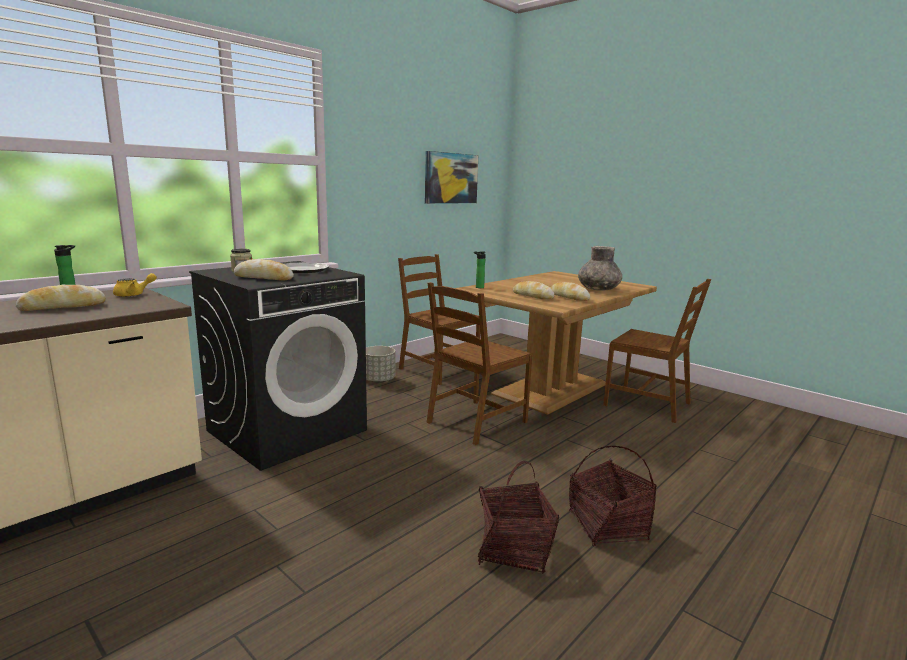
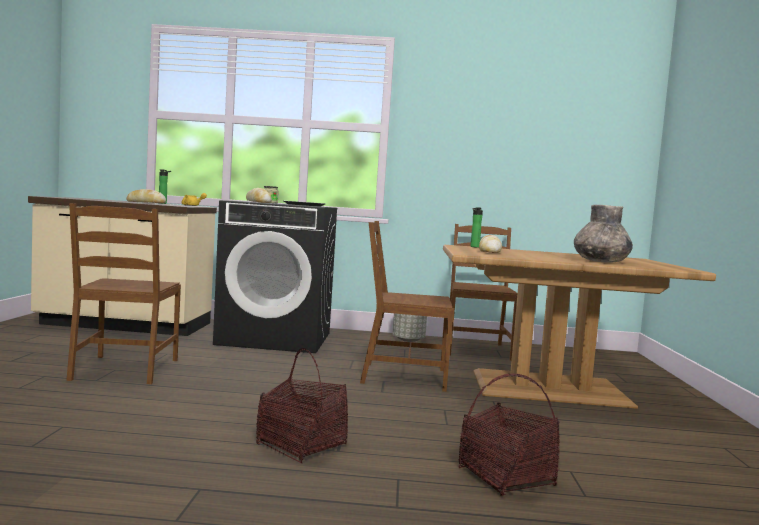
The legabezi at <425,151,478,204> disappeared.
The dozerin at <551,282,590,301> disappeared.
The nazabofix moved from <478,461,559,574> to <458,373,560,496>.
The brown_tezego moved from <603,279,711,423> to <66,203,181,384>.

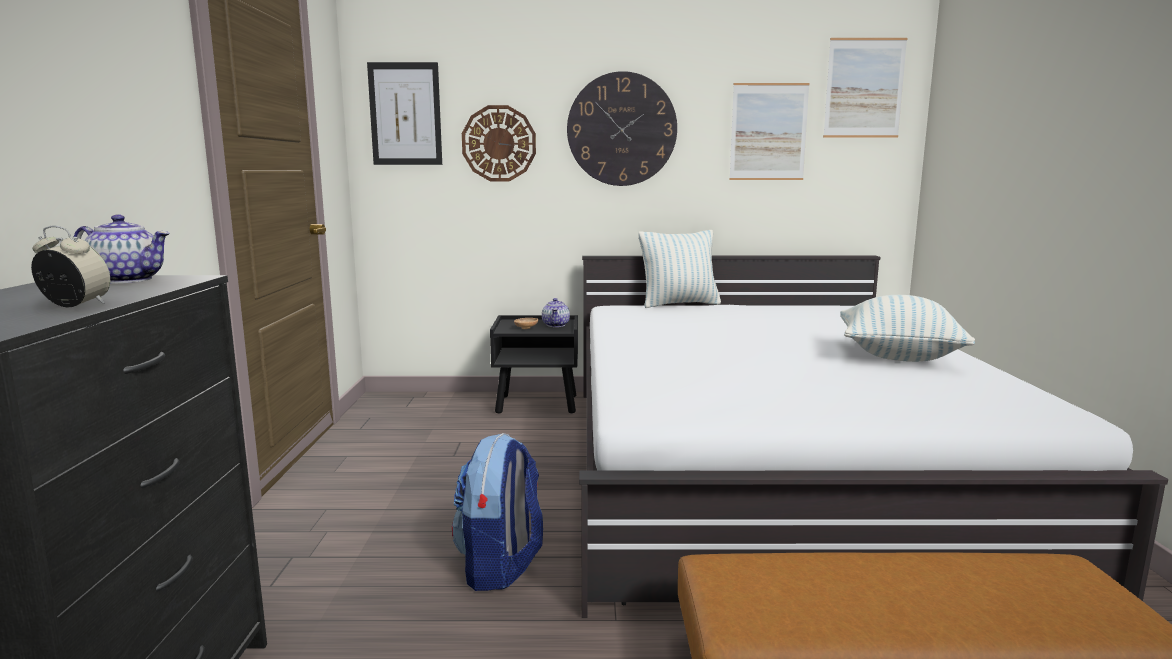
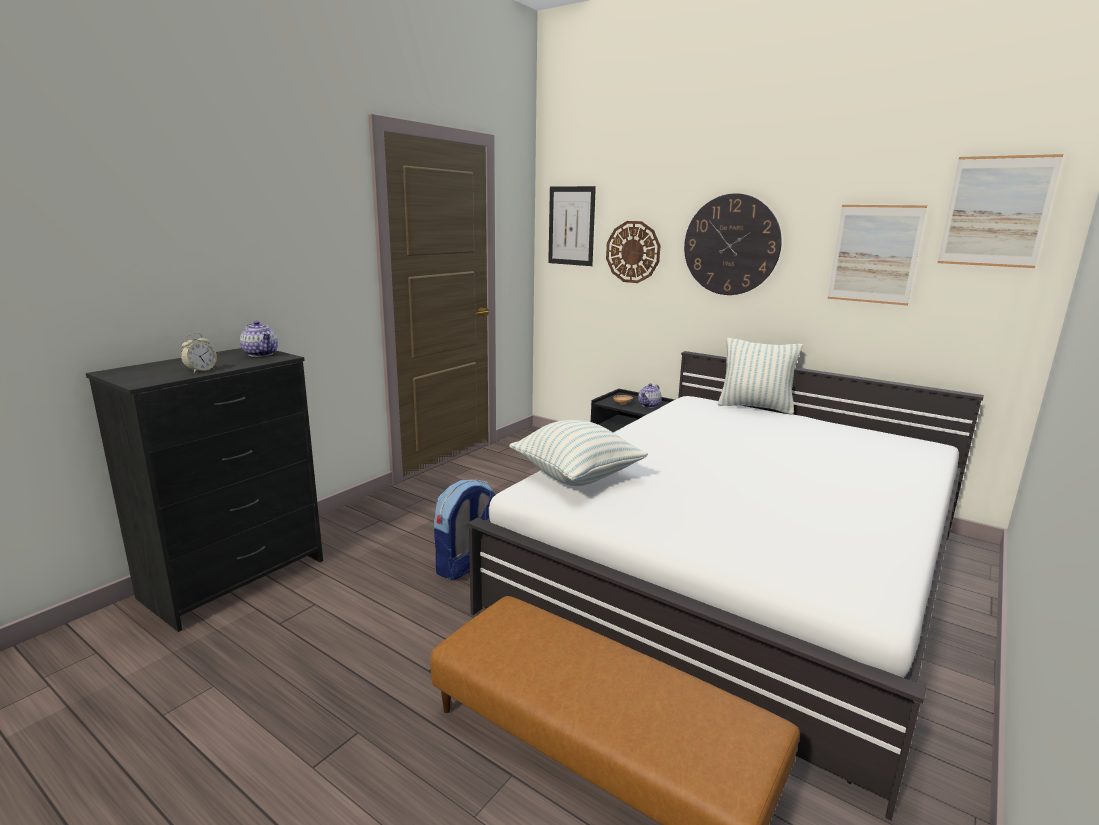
The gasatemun moved from <840,295,975,362> to <509,420,648,486>.
The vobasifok at <31,226,110,308> turned 75 degrees clockwise.

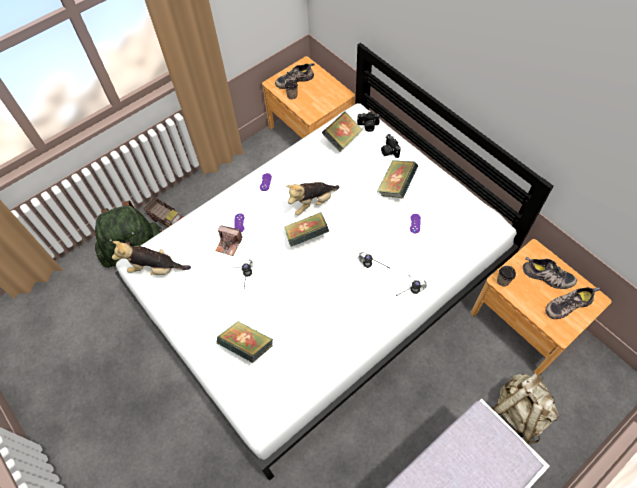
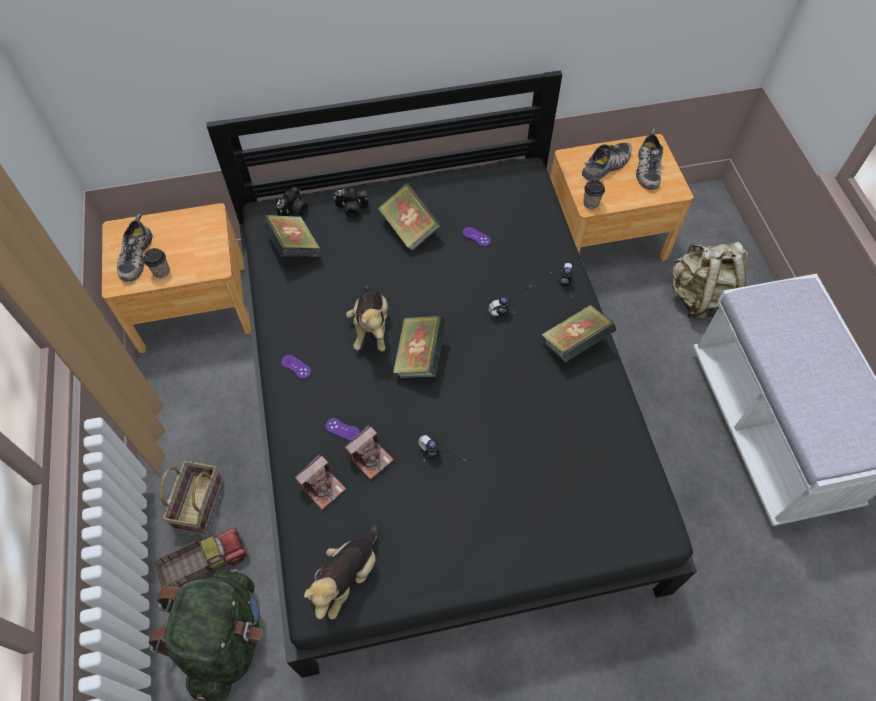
The nazabofix at <159,461,223,535> appeared.
The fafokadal at <295,454,346,509> appeared.
The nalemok moved from <217,321,273,363> to <541,305,616,362>.
The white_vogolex at <115,43,553,481> became the black_vogolex at <206,70,697,678>.

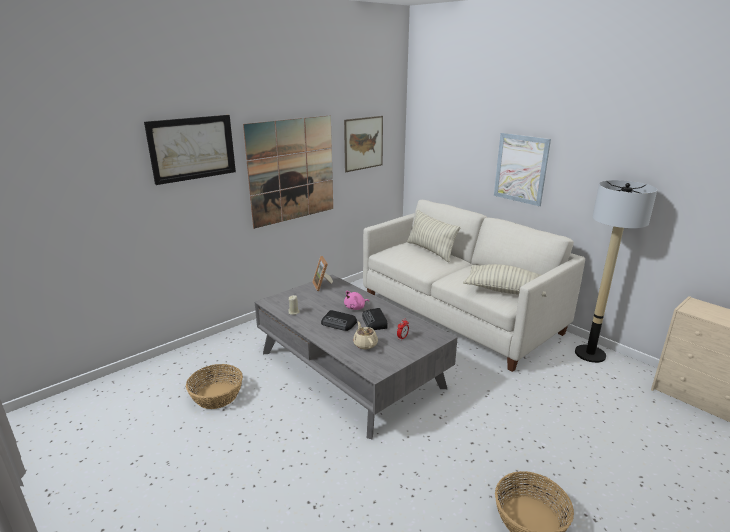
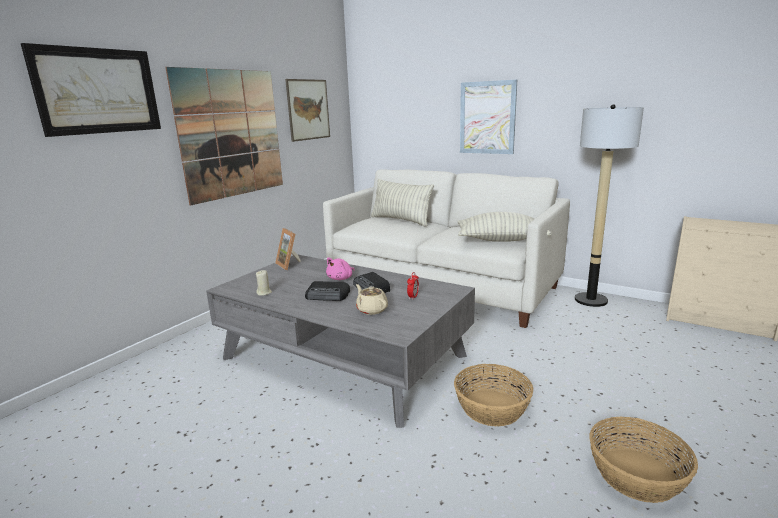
The nazabofix moved from <186,364,243,409> to <454,364,533,426>.

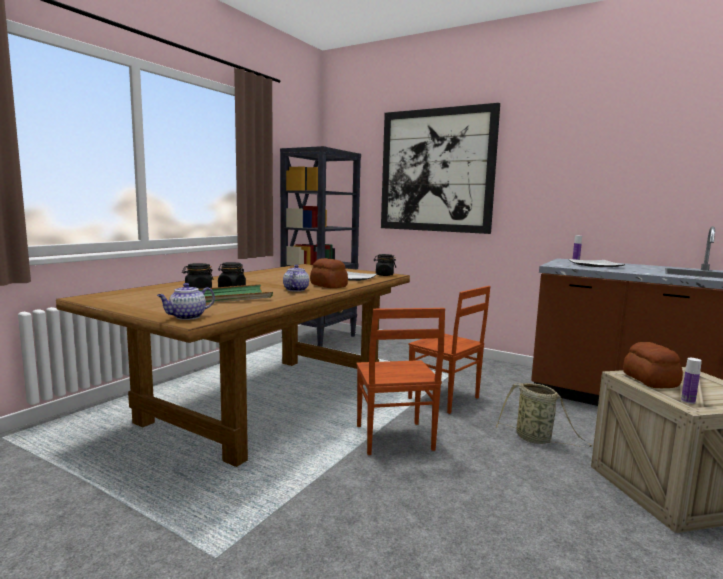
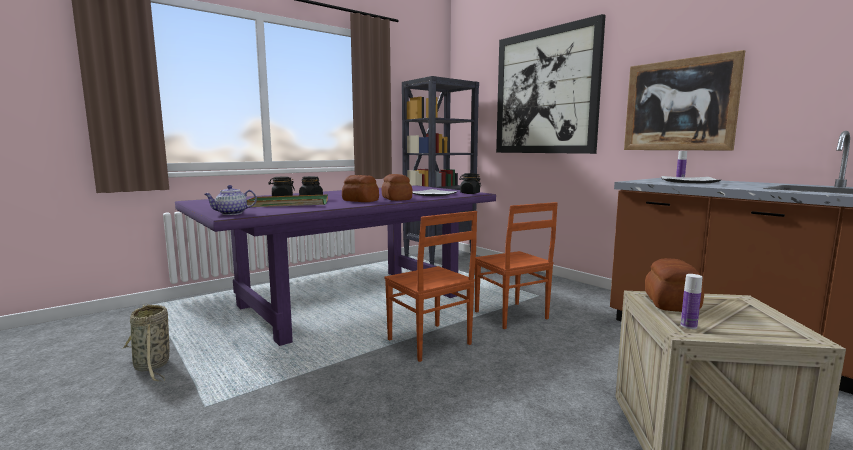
The legabezi at <624,50,745,150> appeared.
The nazabofix moved from <496,383,592,447> to <123,304,169,382>.
The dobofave at <283,265,309,292> was replaced by the dozerin at <342,175,379,202>.
The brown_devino at <56,264,410,467> became the purple_devino at <175,185,496,346>.
The brown_tezego at <357,308,445,455> turned 45 degrees counterclockwise.

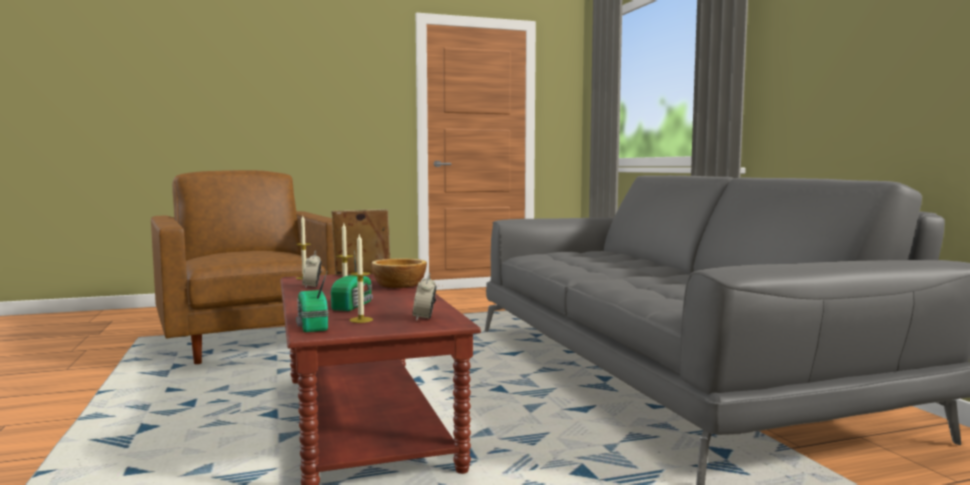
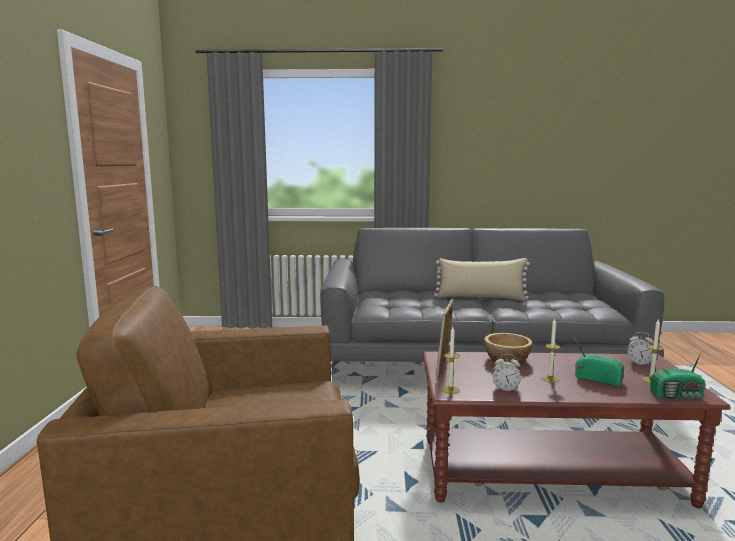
The beige_gasatemun at <434,258,530,300> appeared.

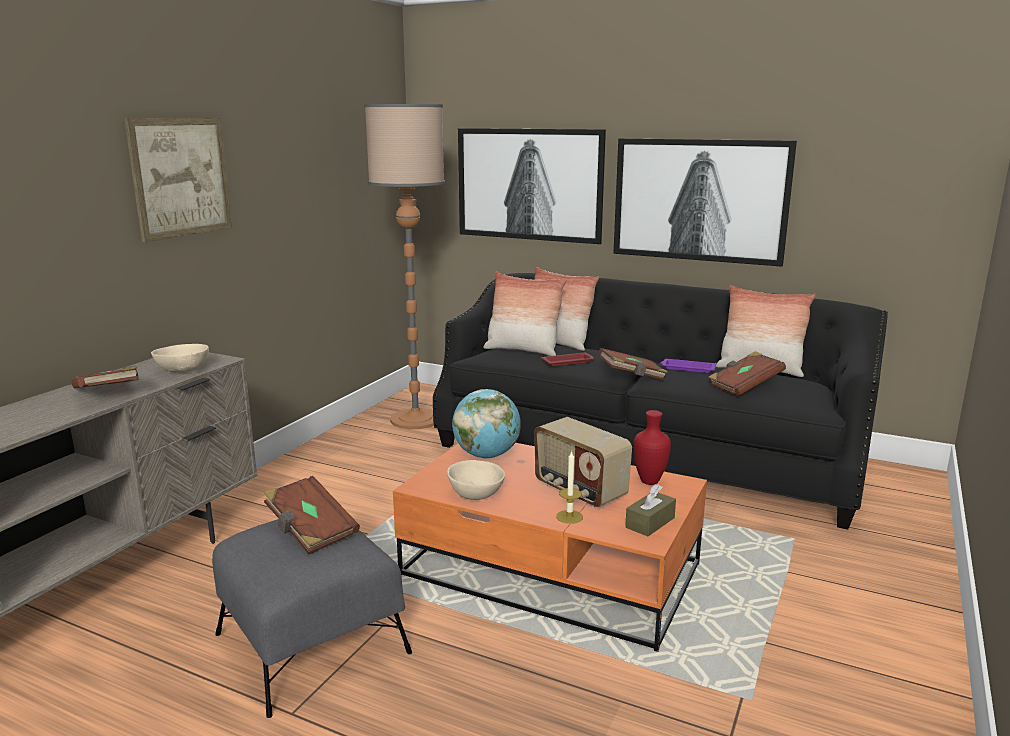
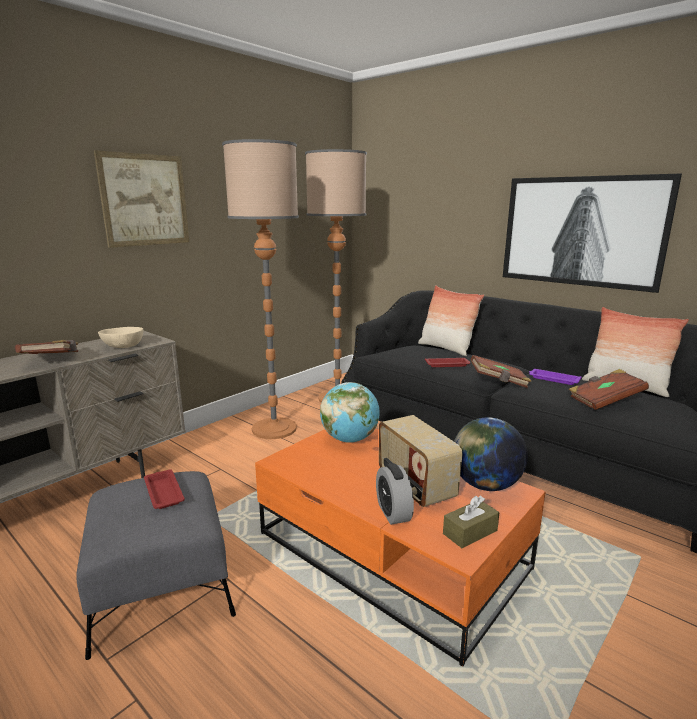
The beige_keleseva at <447,460,505,500> disappeared.
The legabezi at <458,128,606,244> disappeared.
The gasatemun at <483,272,567,356> disappeared.
The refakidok at <222,139,299,439> appeared.
The brown_nalemok at <264,476,360,555> was replaced by the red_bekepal at <144,470,185,509>.
The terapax at <556,451,583,524> was replaced by the vobasifok at <376,464,414,525>.
The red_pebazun at <633,410,671,485> was replaced by the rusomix at <454,417,528,491>.

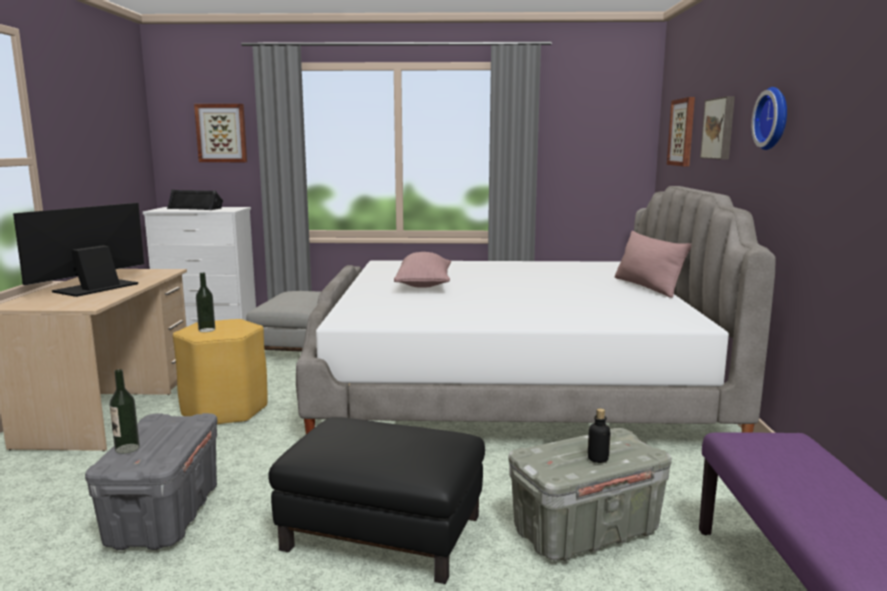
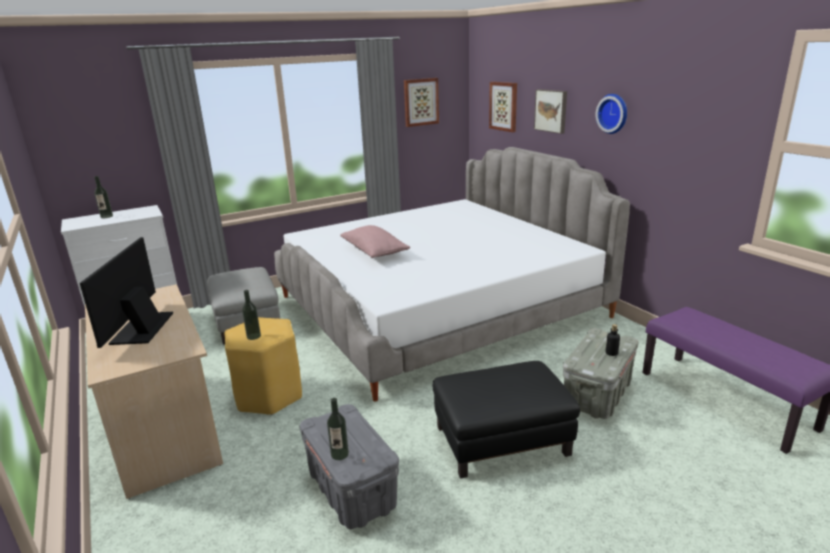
The pink_gasatemun at <615,231,692,298> disappeared.
The legabezi moved from <194,104,247,162> to <404,78,439,127>.
The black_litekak at <167,190,223,210> was replaced by the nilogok at <94,176,113,218>.

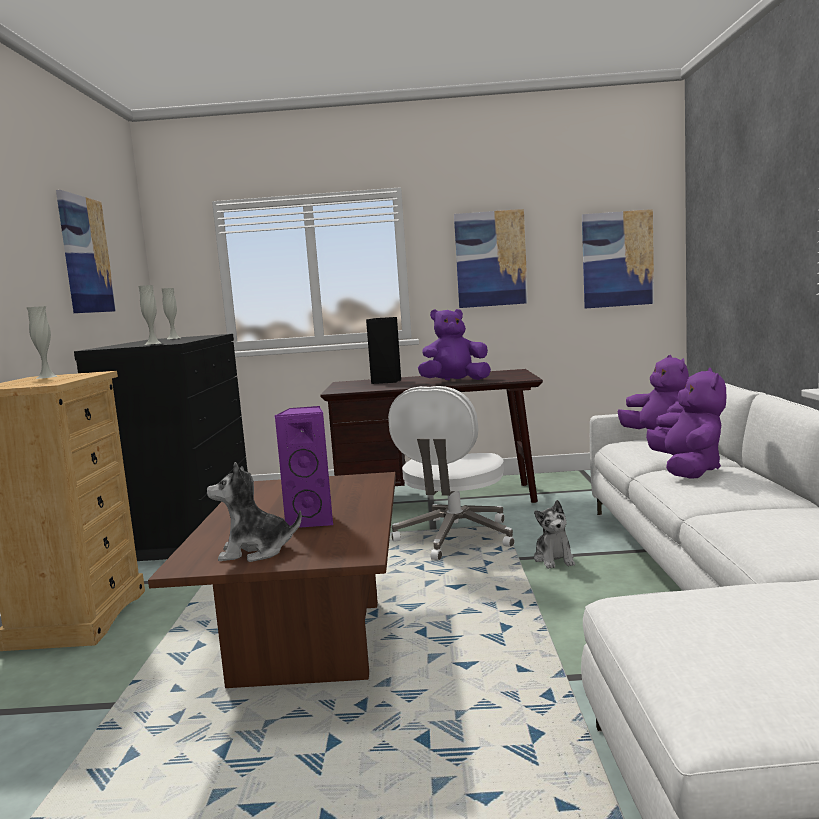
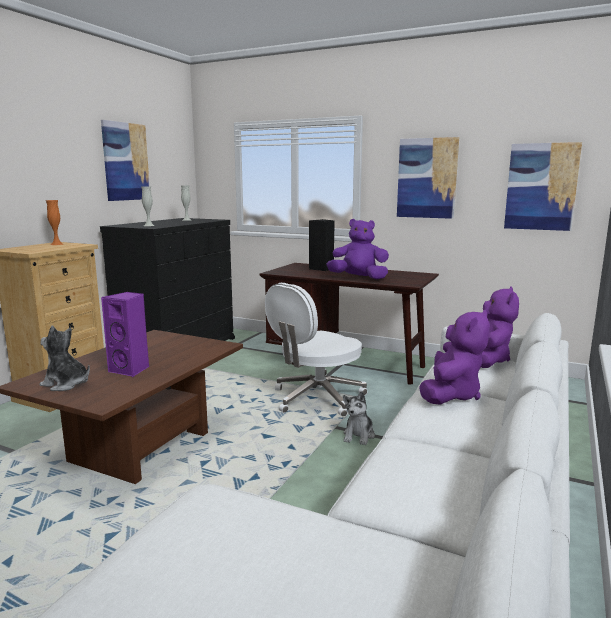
The white_pebazun at <26,306,58,379> became the orange_pebazun at <46,200,63,245>.

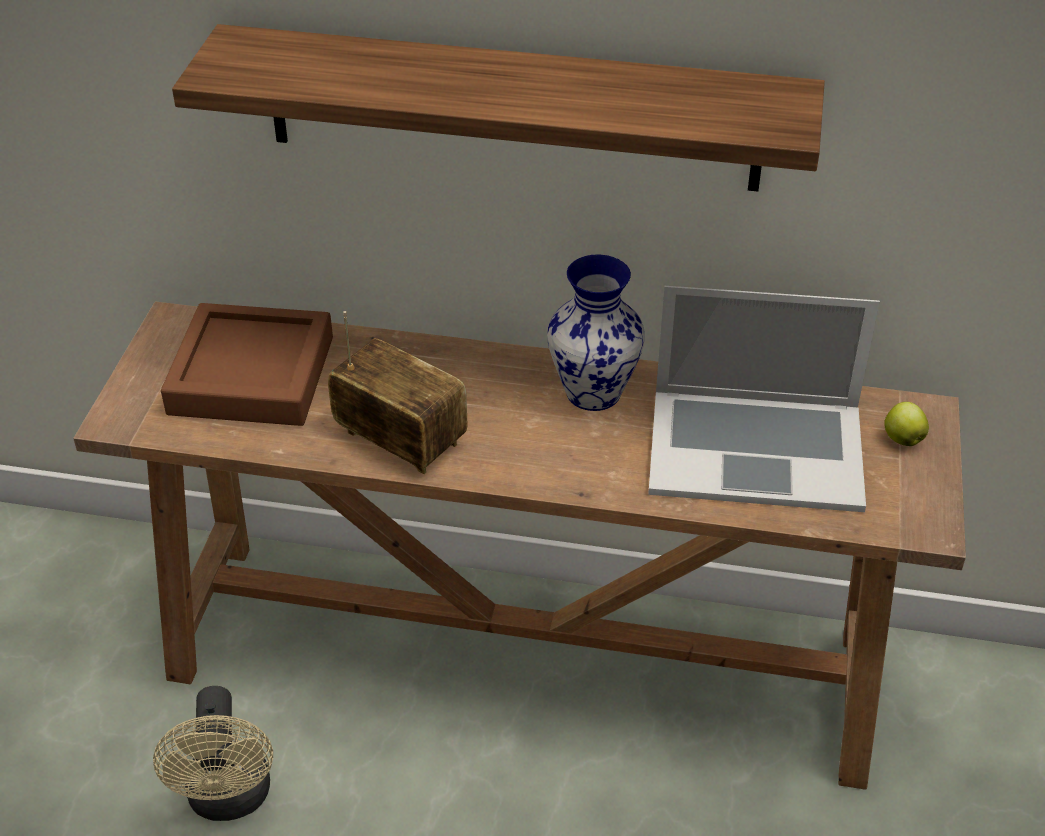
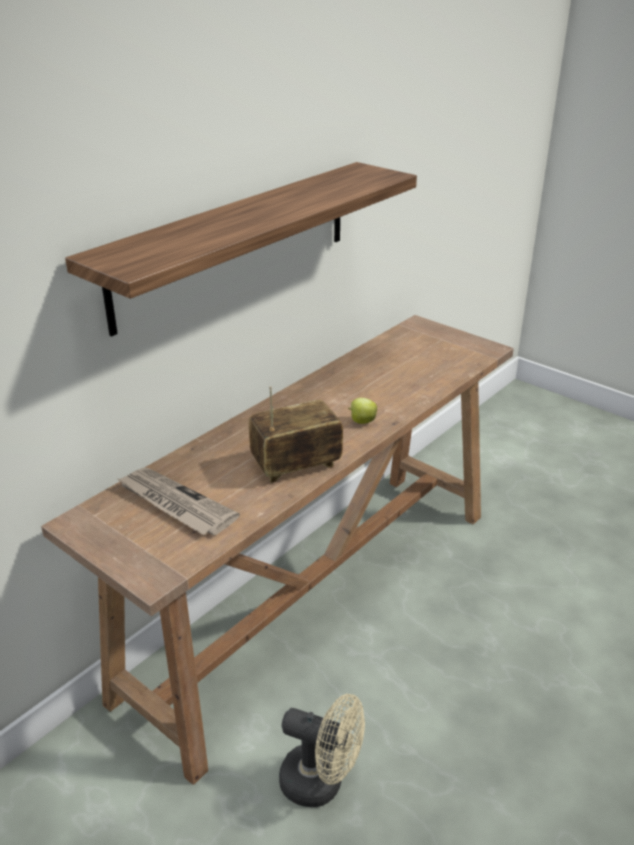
The pebazun at <547,254,645,411> disappeared.
The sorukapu at <648,286,880,512> disappeared.
The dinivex moved from <884,402,929,446> to <348,398,377,424>.
The brown_bekepal at <161,303,333,426> was replaced by the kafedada at <117,468,240,535>.

